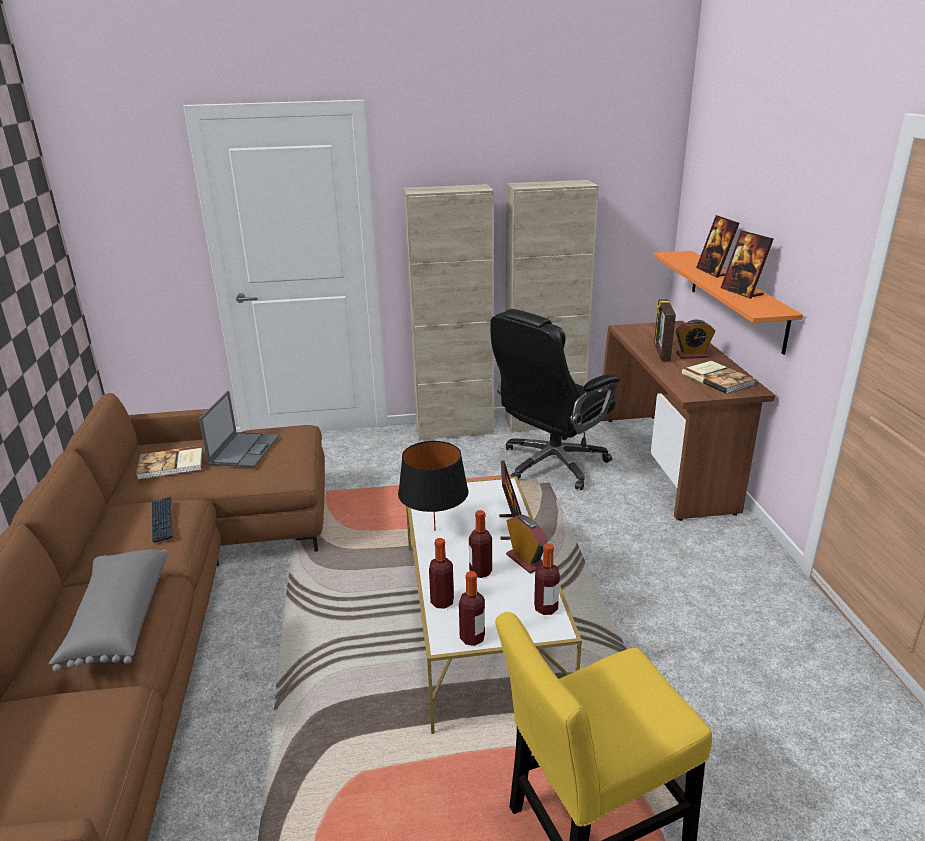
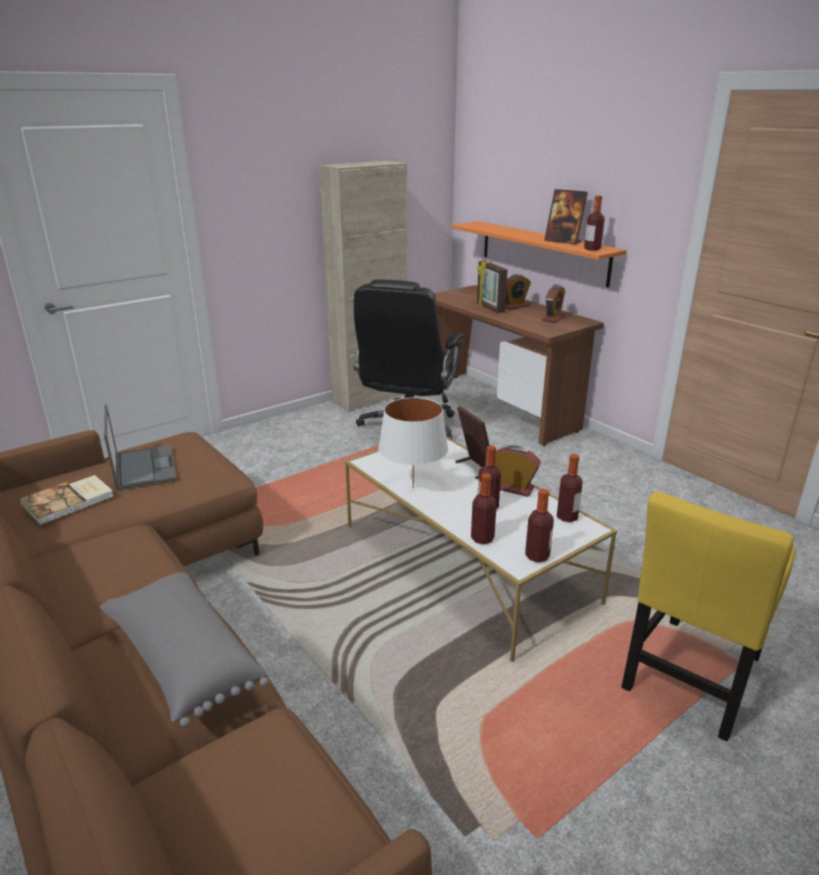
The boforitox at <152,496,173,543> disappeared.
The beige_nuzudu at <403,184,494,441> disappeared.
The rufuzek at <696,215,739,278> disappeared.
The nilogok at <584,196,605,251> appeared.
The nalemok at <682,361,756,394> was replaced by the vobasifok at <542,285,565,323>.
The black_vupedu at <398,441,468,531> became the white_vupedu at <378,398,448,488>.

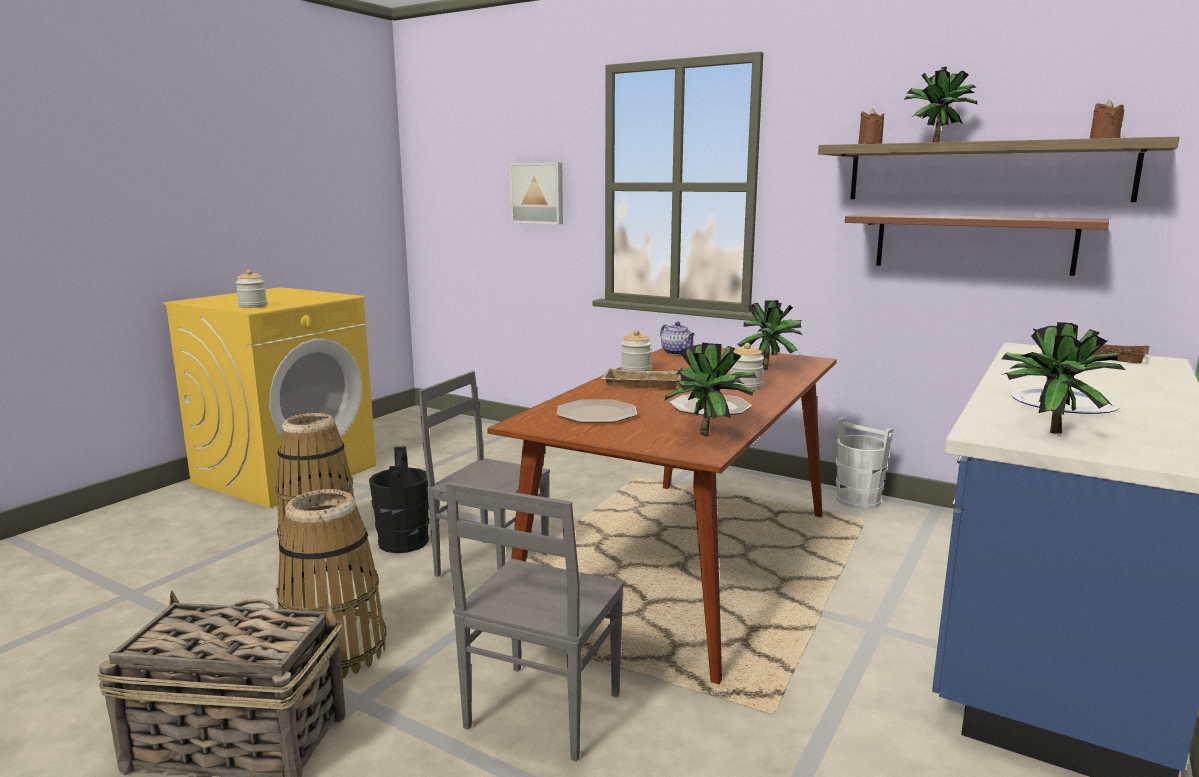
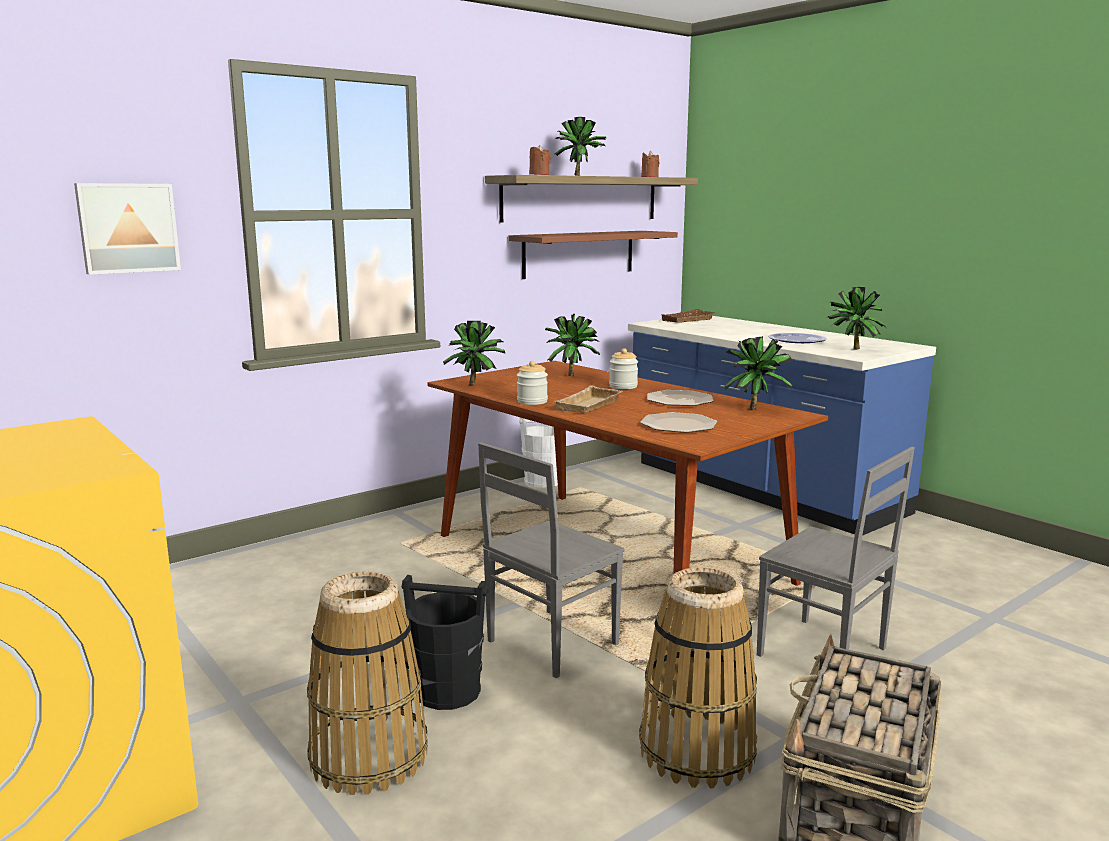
The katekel at <236,270,267,308> disappeared.
The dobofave at <660,322,695,355> was replaced by the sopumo at <443,321,505,386>.

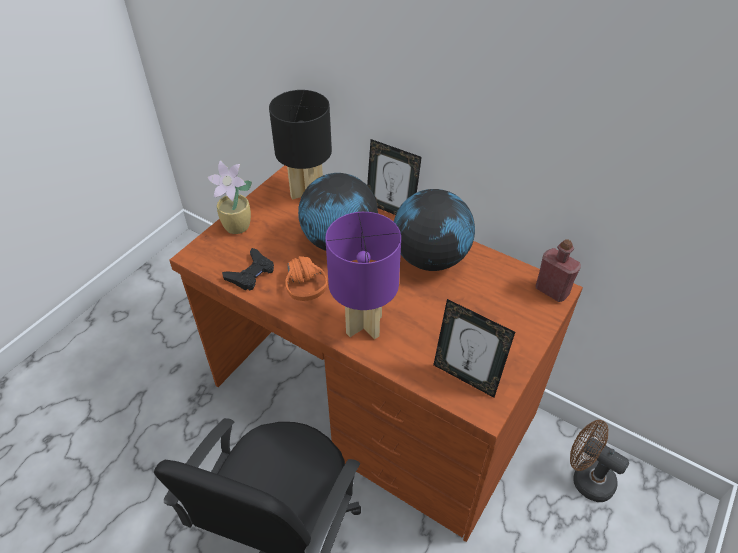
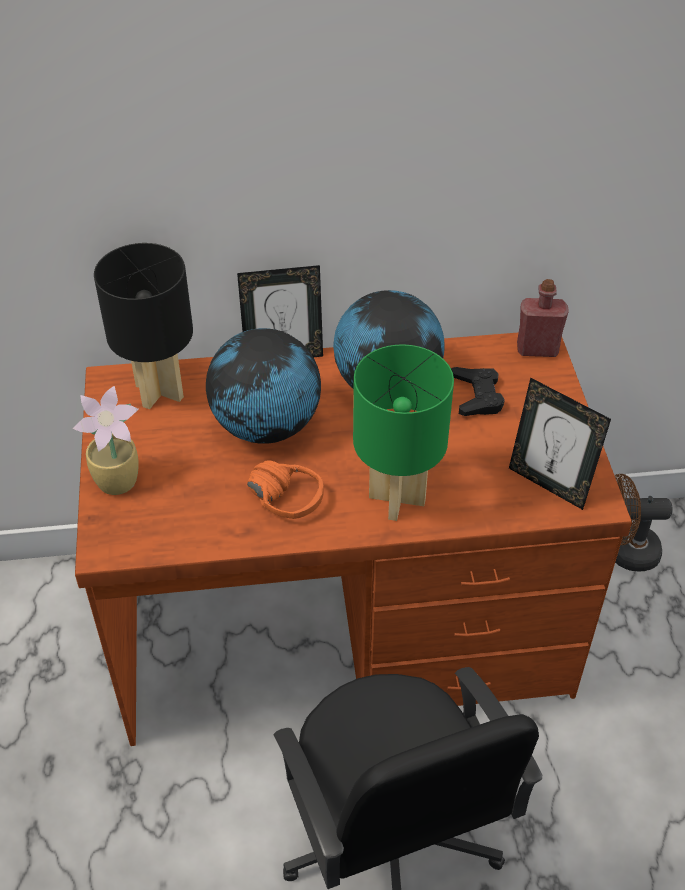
The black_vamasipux moved from <222,248,274,290> to <451,367,505,416>.
The purple_vupedu at <325,212,401,339> became the green_vupedu at <353,344,454,521>.
The rufuzek at <433,299,515,398> turned 45 degrees clockwise.

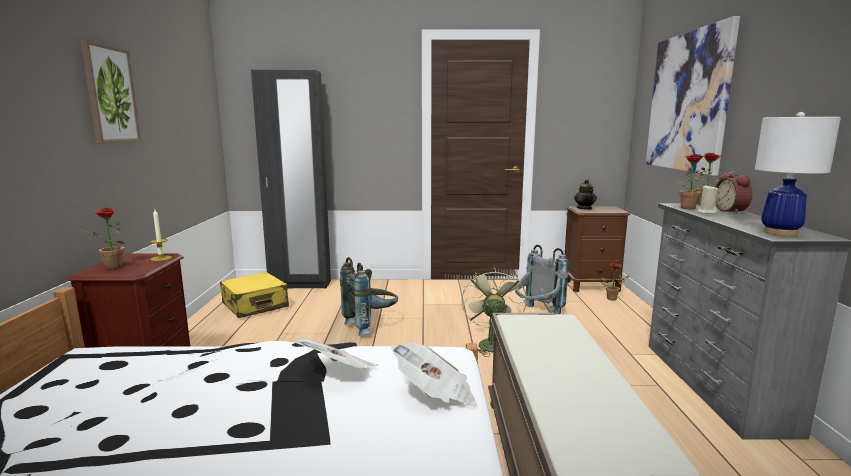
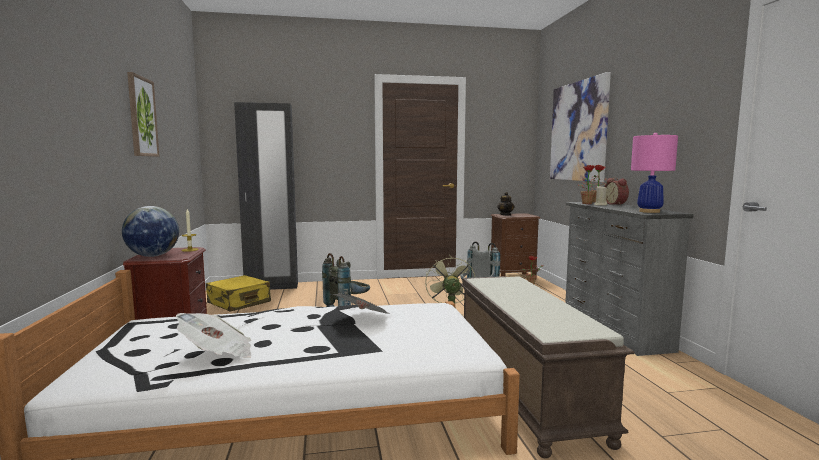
The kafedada moved from <391,343,477,406> to <176,313,251,358>.
The sopumo at <81,207,124,269> was replaced by the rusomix at <122,206,179,257>.
The white_vupedu at <755,112,841,236> became the pink_vupedu at <631,133,678,213>.

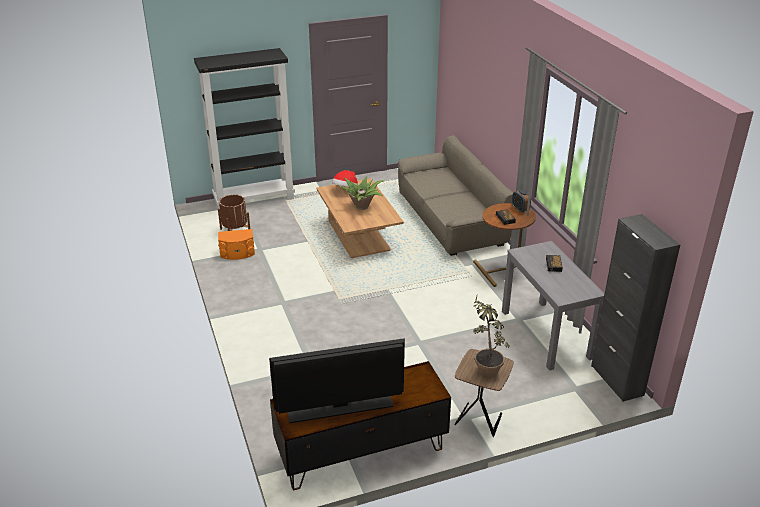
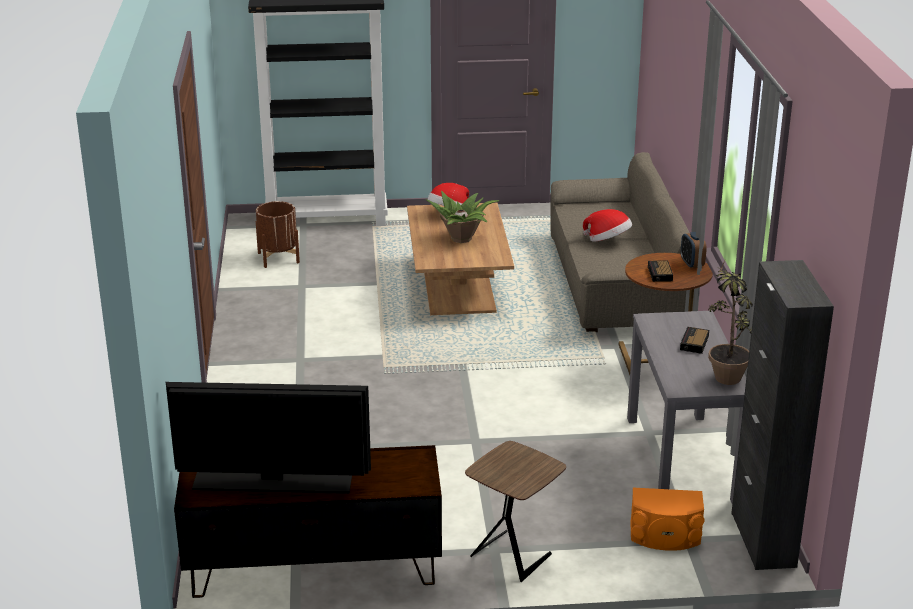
The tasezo at <583,209,632,242> appeared.
The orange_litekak moved from <218,229,255,260> to <630,488,705,551>.
The sopumo moved from <473,296,510,378> to <708,261,753,385>.

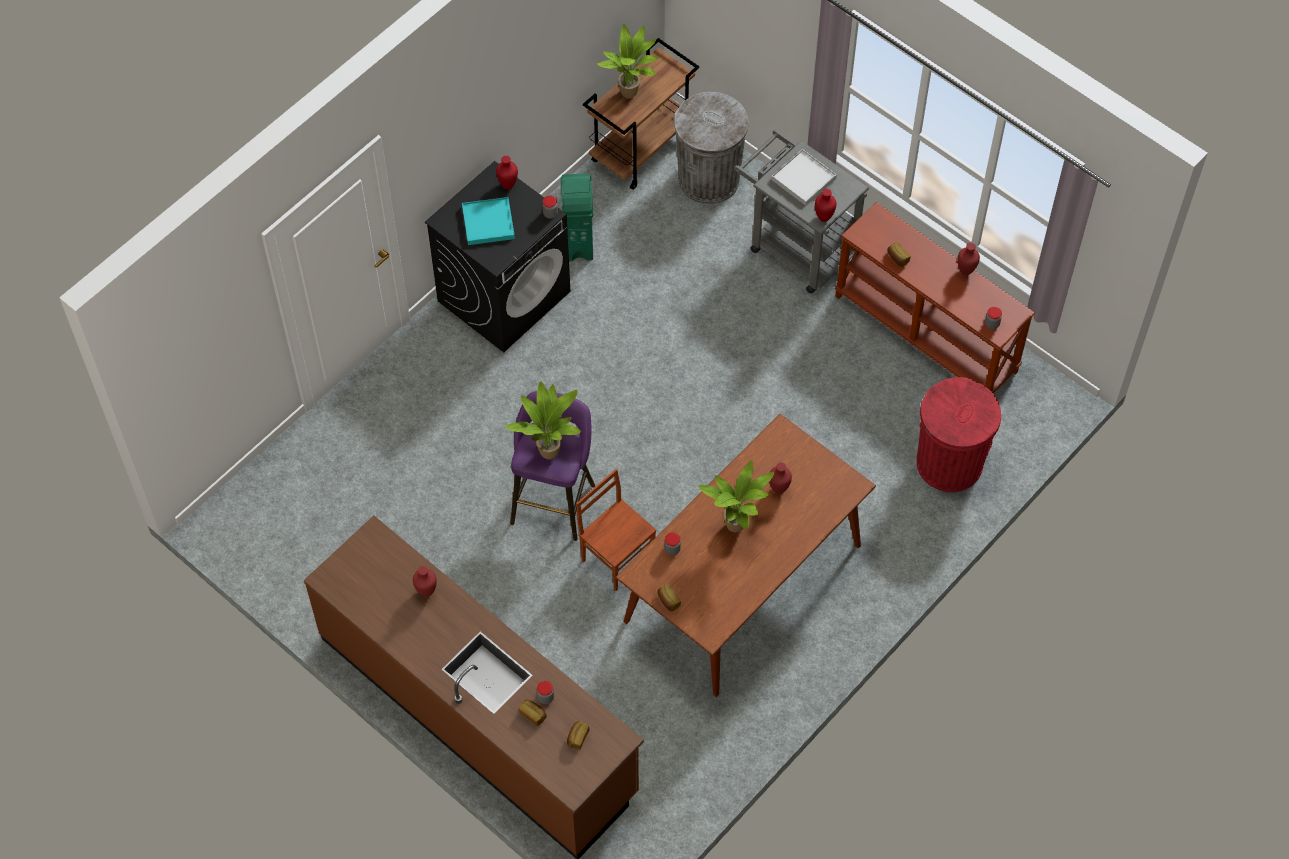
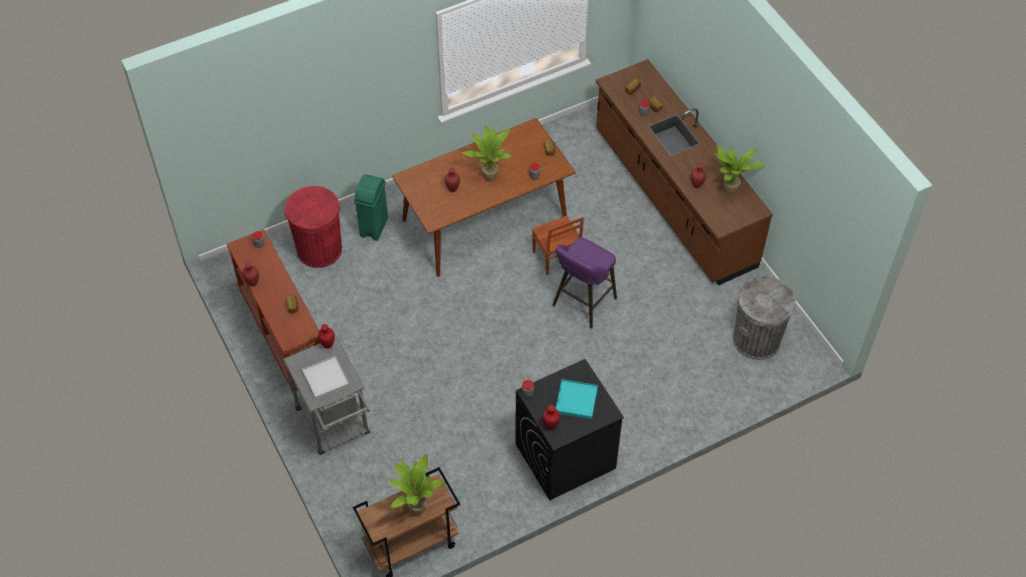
The sopumo moved from <505,382,581,459> to <715,145,765,195>.
The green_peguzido moved from <561,173,593,261> to <354,174,388,241>.
The grey_peguzido moved from <674,92,749,204> to <733,276,796,360>.

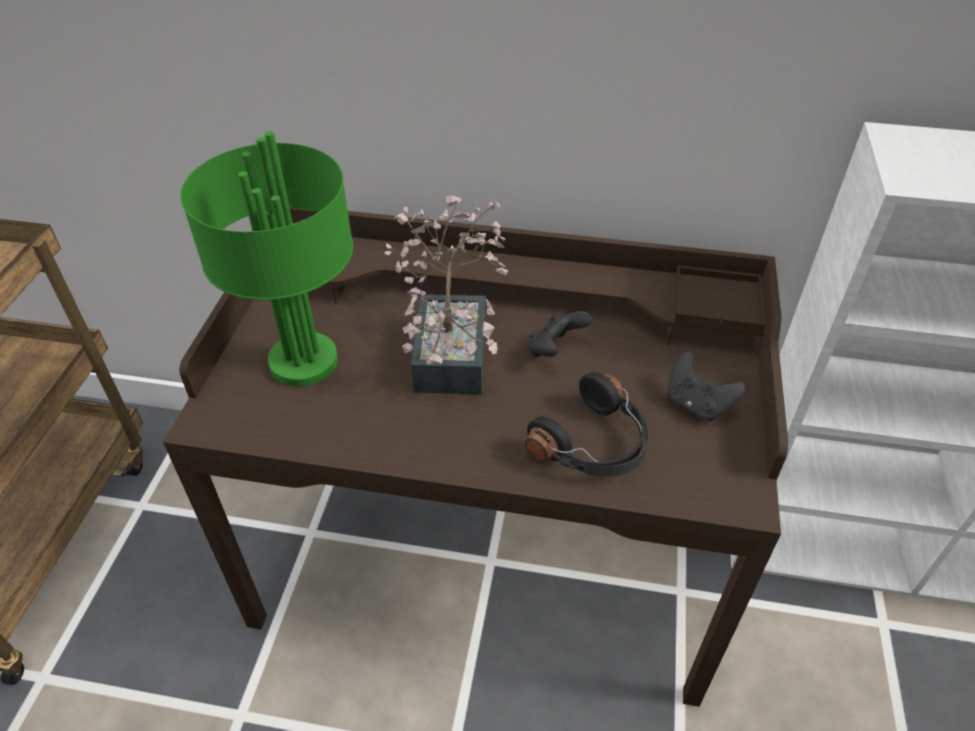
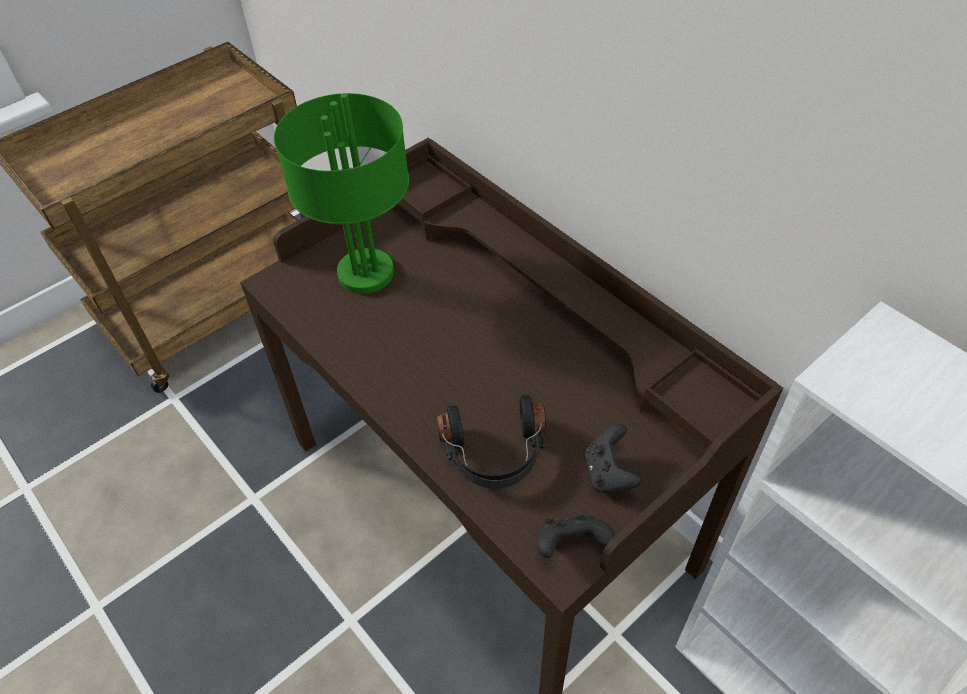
The sopumo at <385,195,508,395> disappeared.
The black_vamasipux moved from <527,311,592,357> to <537,514,615,558>.

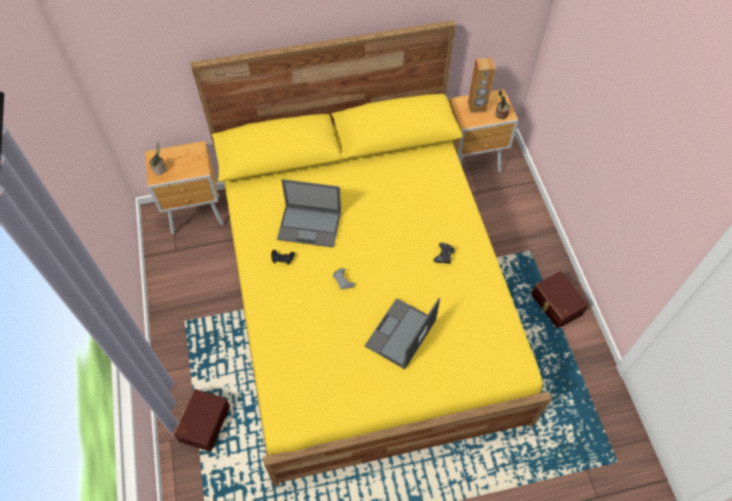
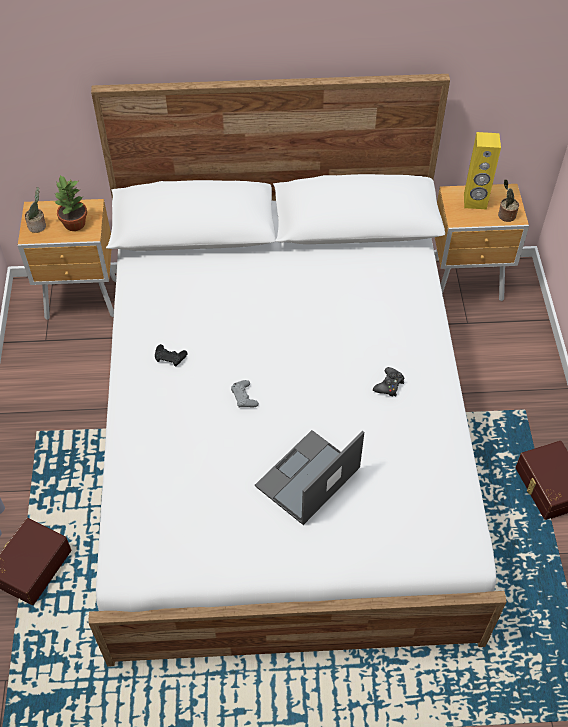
The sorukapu at <277,179,341,248> disappeared.
The sopumo at <54,175,87,231> appeared.
The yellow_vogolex at <191,20,552,486> became the white_vogolex at <88,74,507,667>.
The brown_litekak at <468,58,496,113> became the yellow_litekak at <464,132,501,209>.

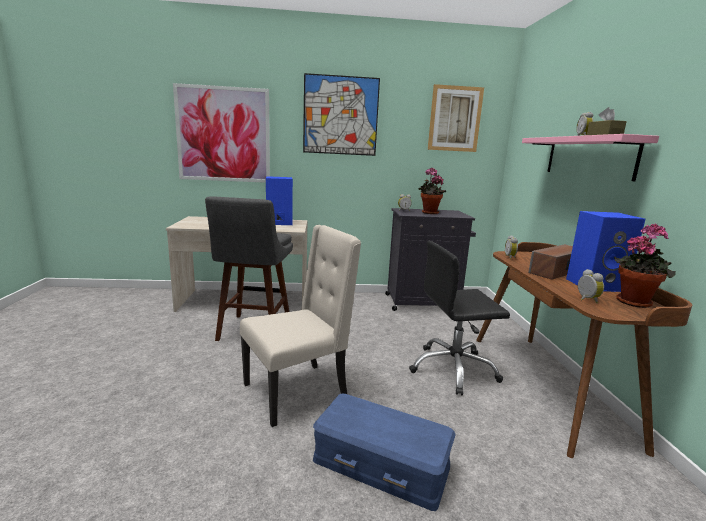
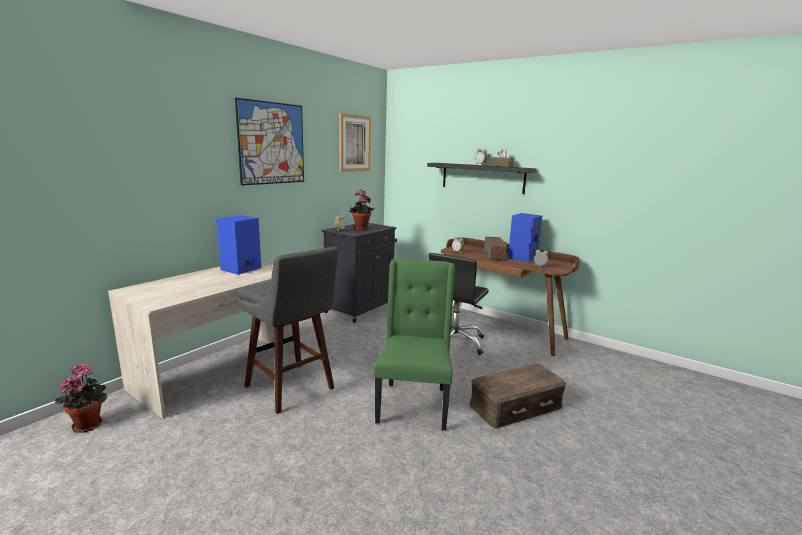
The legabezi at <173,83,270,183> disappeared.
The sopumo moved from <614,224,676,308> to <55,363,107,433>.
The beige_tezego at <240,225,361,427> became the green_tezego at <374,259,455,430>.
The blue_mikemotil at <313,394,456,511> became the brown_mikemotil at <469,364,566,428>.
The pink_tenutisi at <522,134,659,181> became the black_tenutisi at <427,163,537,194>.

